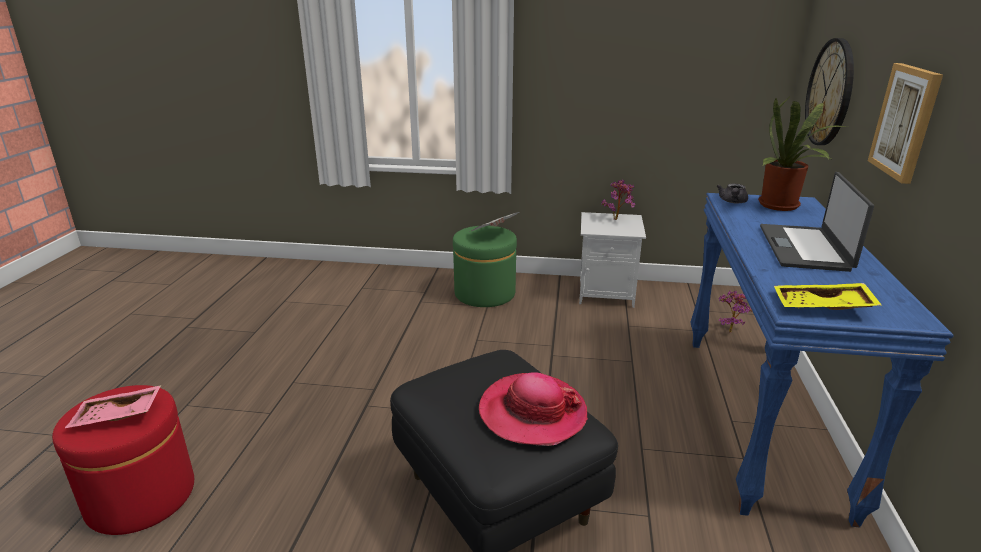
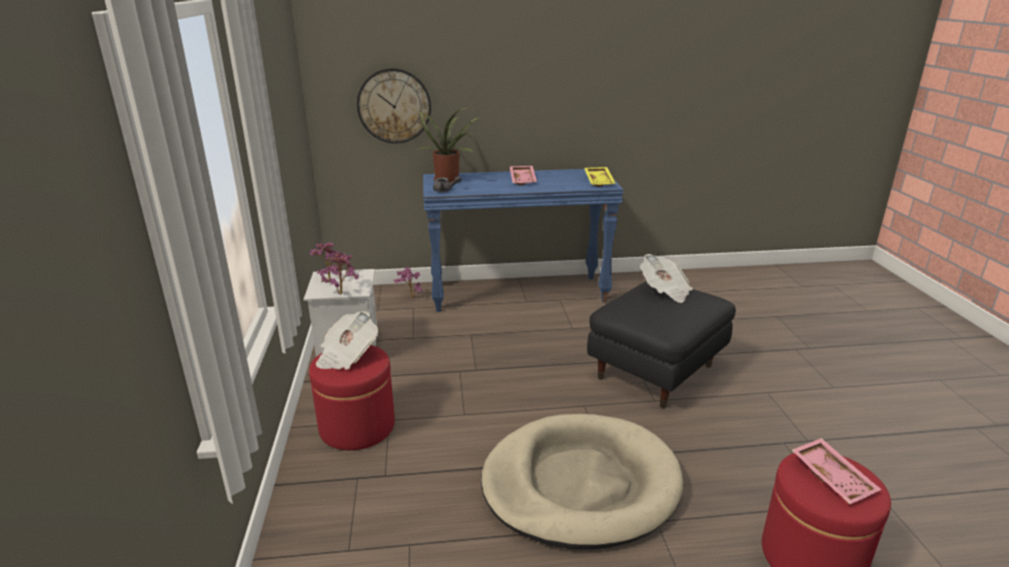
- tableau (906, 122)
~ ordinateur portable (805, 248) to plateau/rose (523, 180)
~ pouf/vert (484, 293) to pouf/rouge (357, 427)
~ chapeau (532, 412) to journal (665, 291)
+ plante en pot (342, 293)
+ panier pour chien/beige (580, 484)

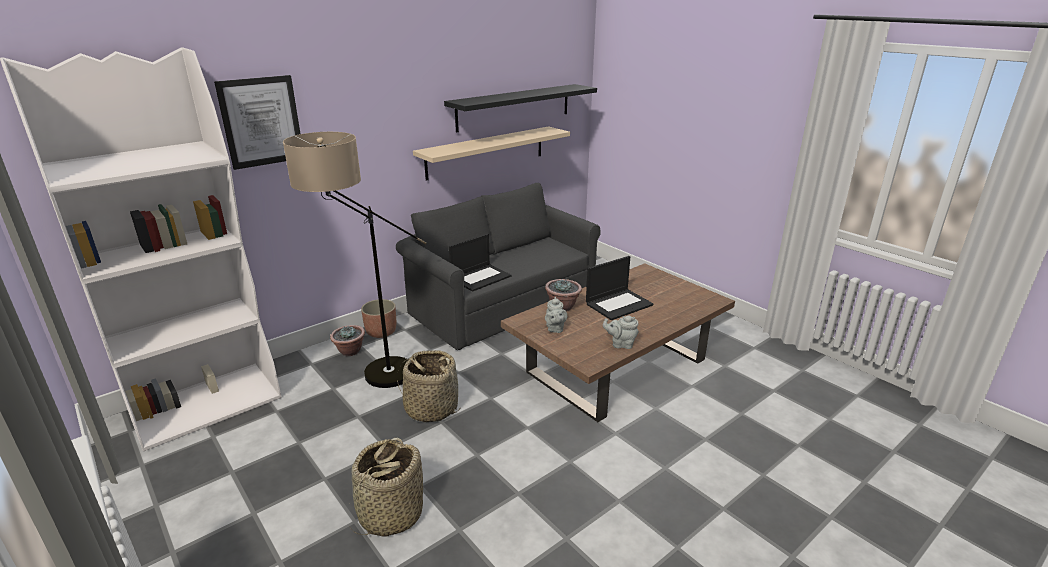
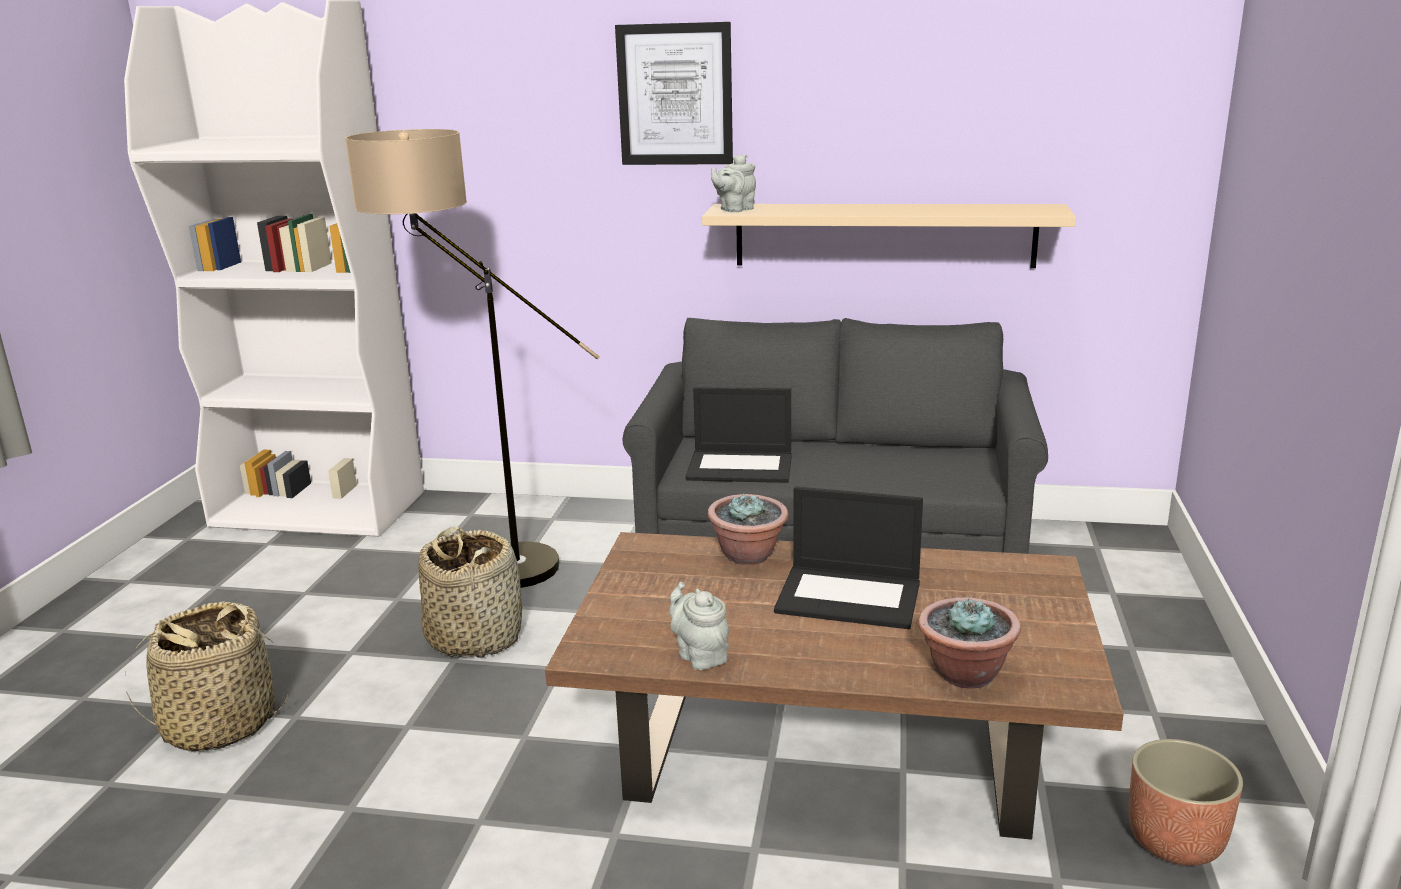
~ tableau (261, 121) to (675, 95)
- étagère/noir (514, 107)
~ théière/gris (555, 329) to (734, 210)
~ cache-pot (381, 332) to (1175, 841)
~ plante en pot (350, 351) to (965, 674)

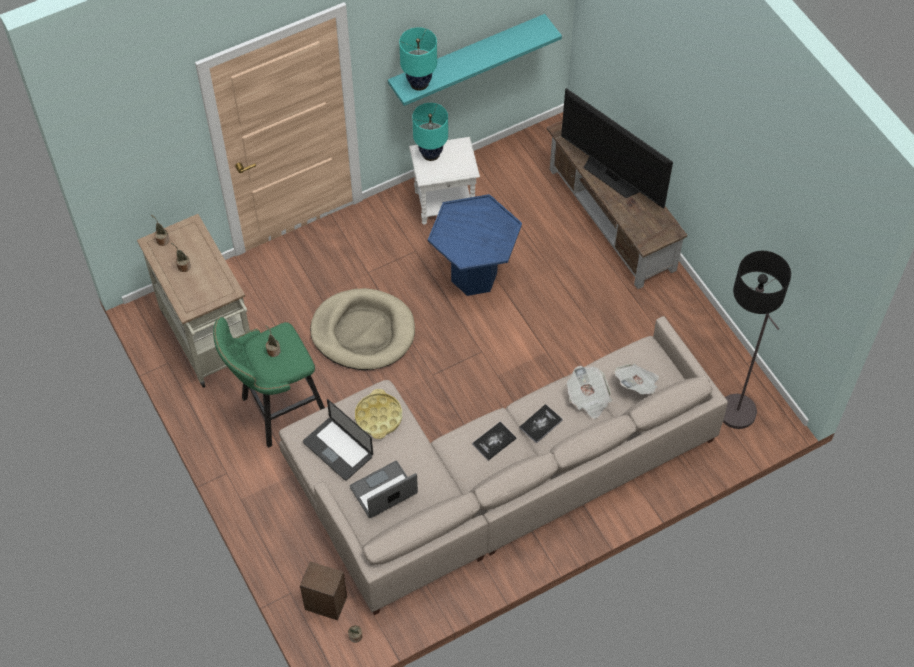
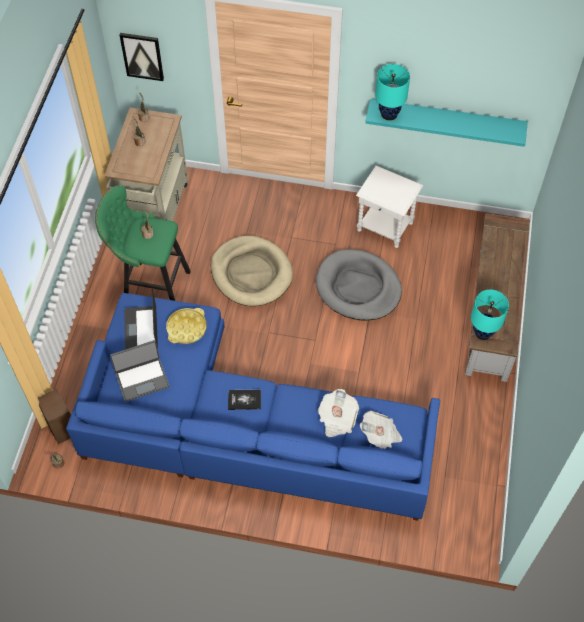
- téléviseur (612, 176)
~ lampe de table/turquoise (431, 154) to (482, 332)
~ table d'appoint/bleu (474, 277) to panier pour chien/gris (358, 287)
- lampadaire/noir (730, 403)
~ canapé/beige (490, 477) to canapé/bleu (240, 427)
- livre (540, 424)
~ ordinateur portable (384, 492) = (142, 379) 150 degrees clockwise
+ tableau (142, 56)

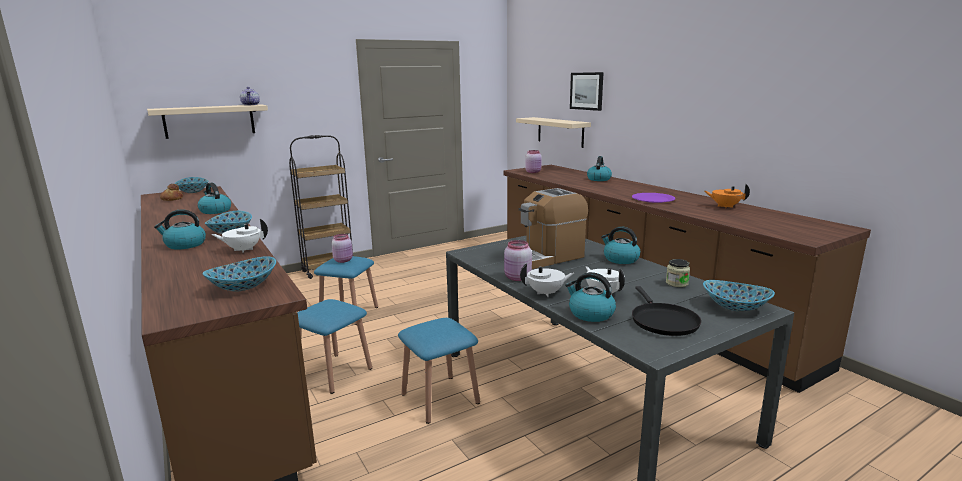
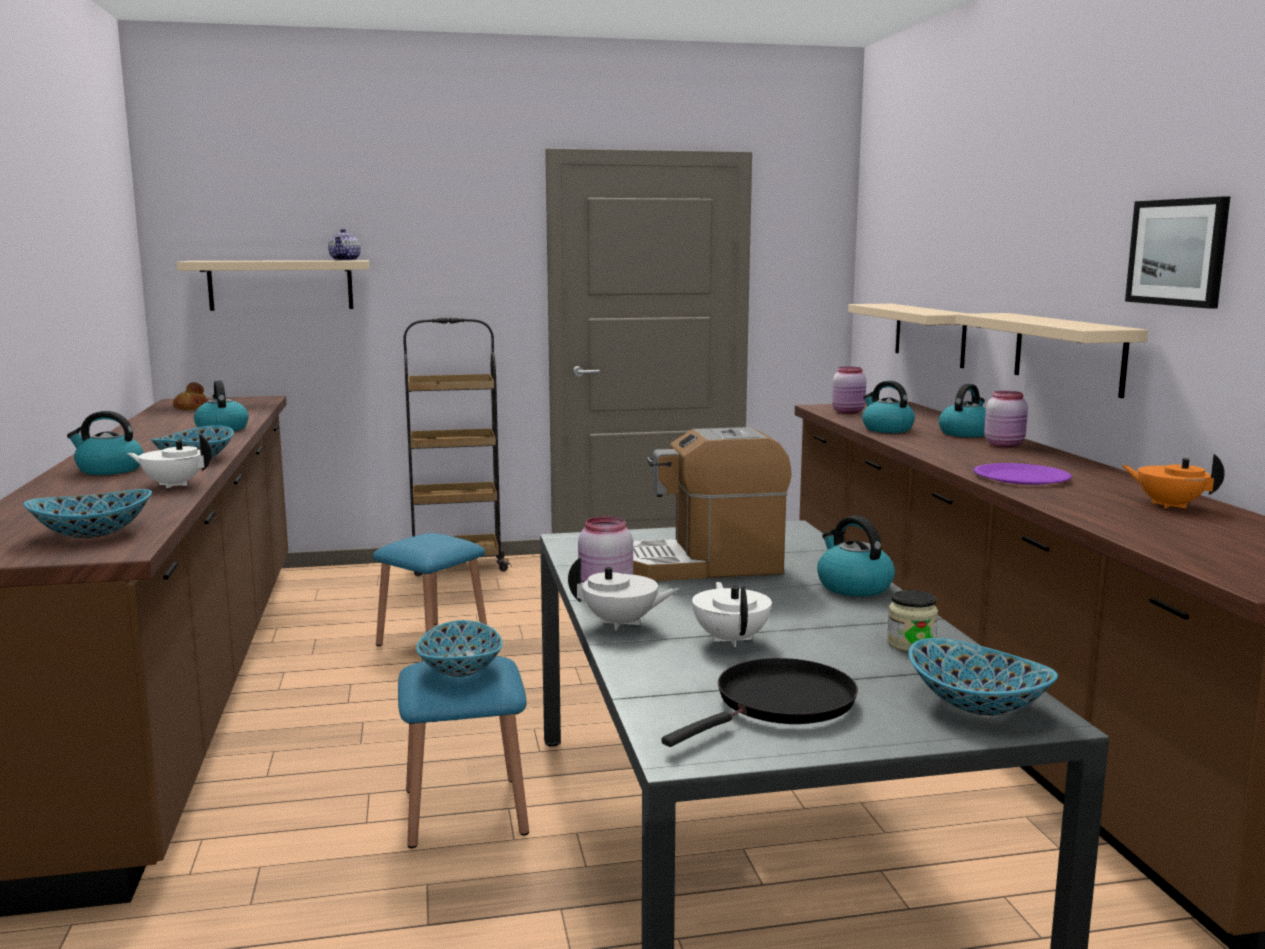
~ tableau (587, 91) to (1178, 252)
~ bol (193, 191) to (461, 669)
~ bocal/rose (344, 260) to (1005, 445)
~ bouilloire (590, 314) to (886, 429)
~ poêle/noir (662, 321) = (779, 704) 150 degrees counterclockwise
- tabouret/bleu (334, 372)
+ étagère/beige (1068, 353)

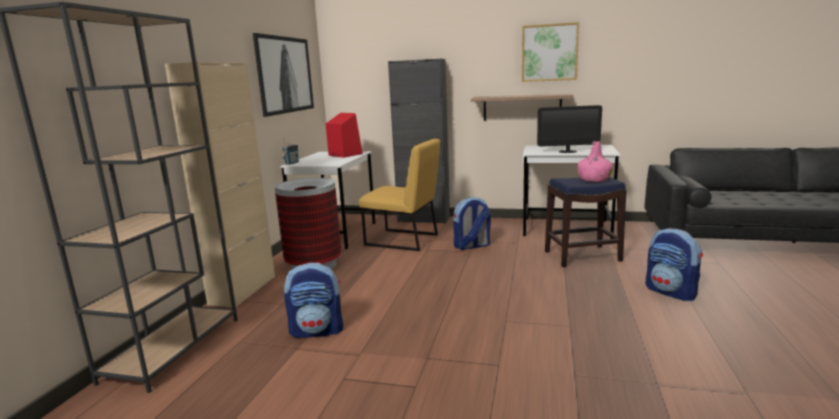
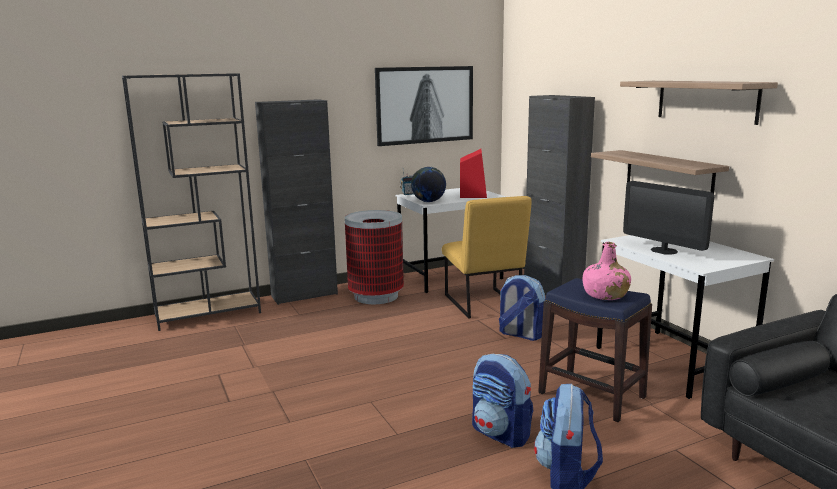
~ tableau (549, 53) to étagère (706, 101)
~ meuble de rangement/beige (243, 290) to meuble de rangement/noir (304, 295)
~ sac à dos (317, 330) to (501, 433)
+ globe (428, 202)

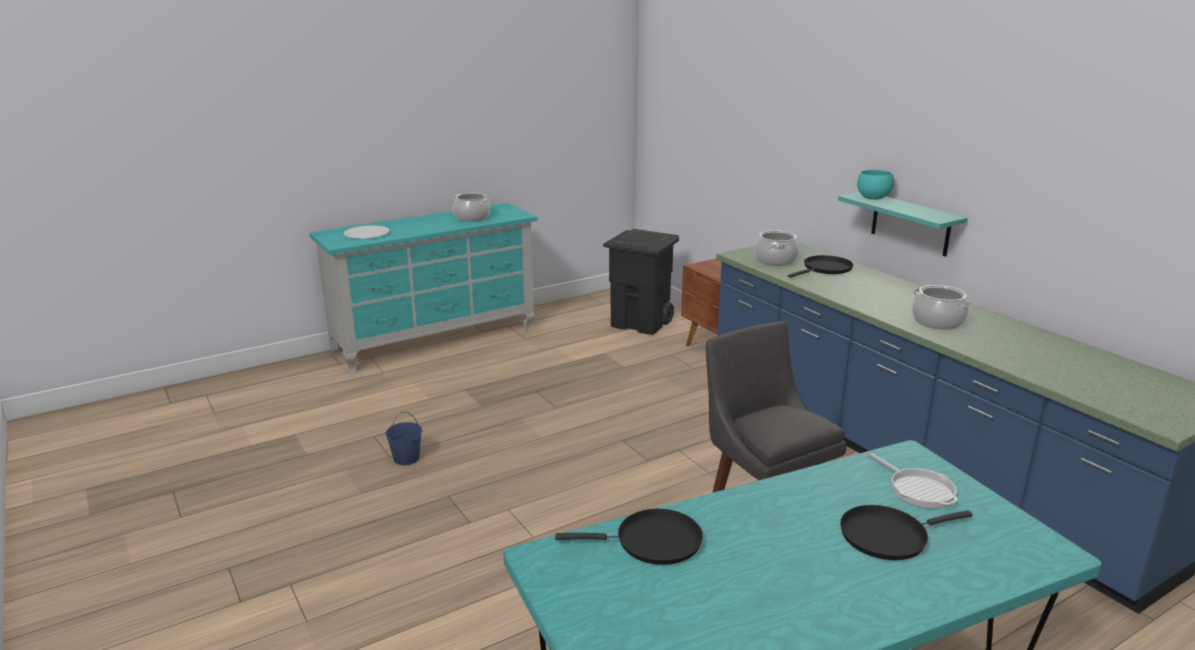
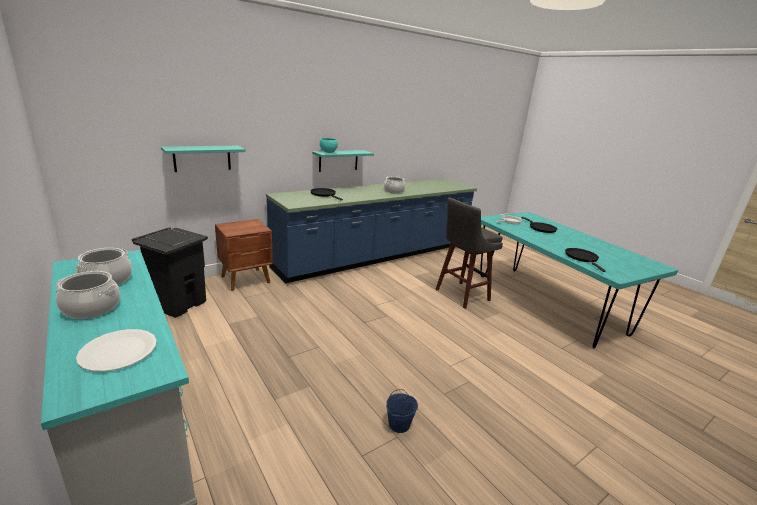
~ marmite (776, 260) to (92, 308)
+ étagère/turquoise (202, 158)

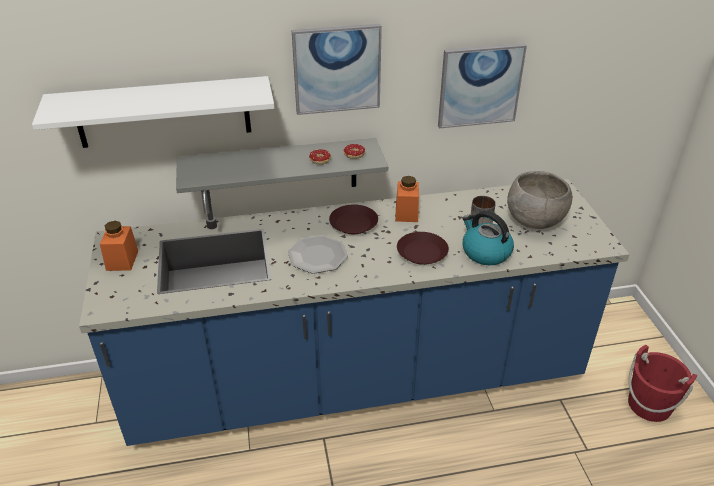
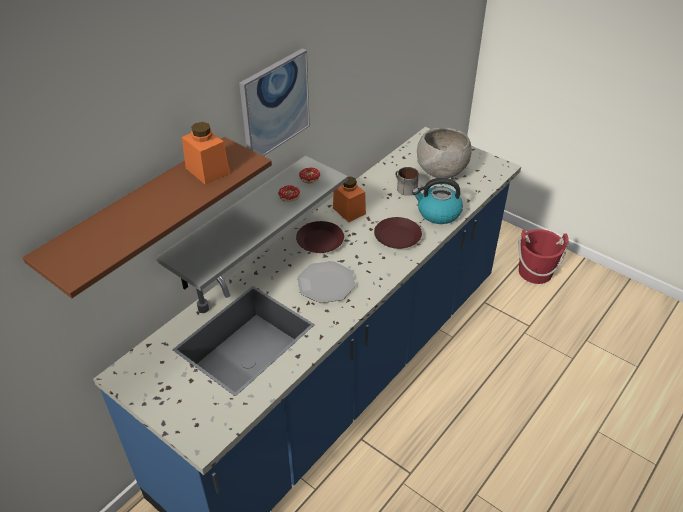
- tableau (479, 85)
~ étagère/blanc (163, 112) to étagère/marron (140, 217)
~ bocal/orange (122, 260) to (207, 170)

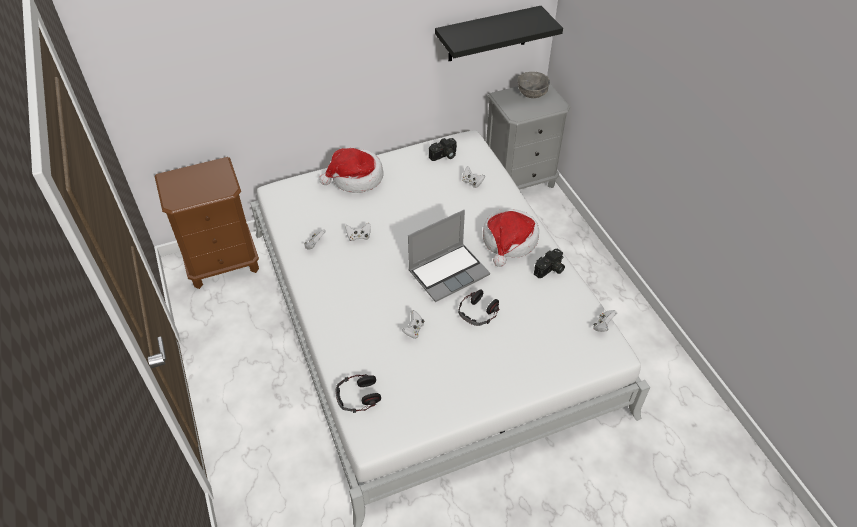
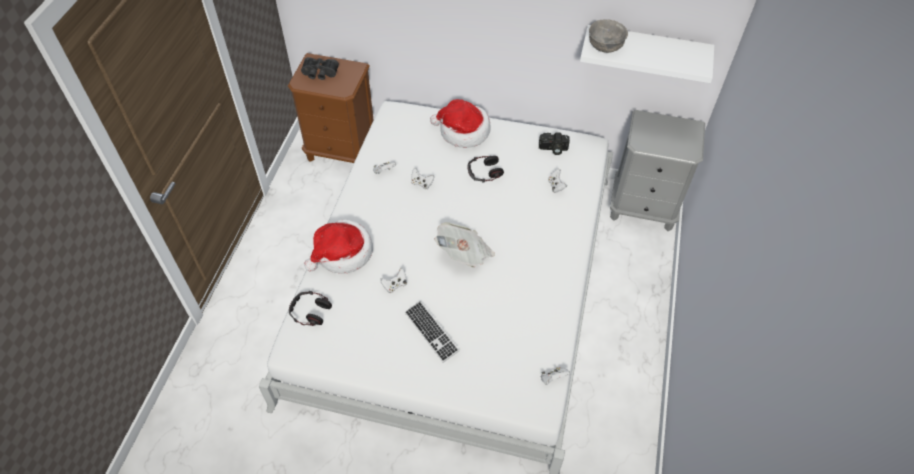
~ étagère/noir (487, 34) to étagère/blanc (645, 51)
~ bol/gris (532, 93) to (605, 46)
~ chapeau (509, 241) to (342, 253)
~ ordinateur portable (449, 272) to journal (464, 254)
- appareil photo (550, 270)
~ casque audio (478, 312) to (484, 172)
+ jumelles/noir (319, 74)
+ clavier (431, 332)

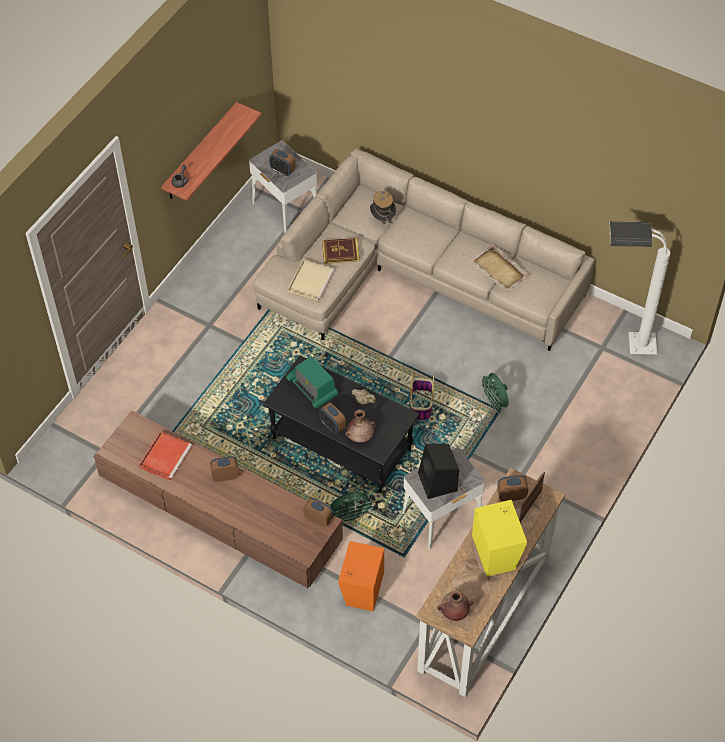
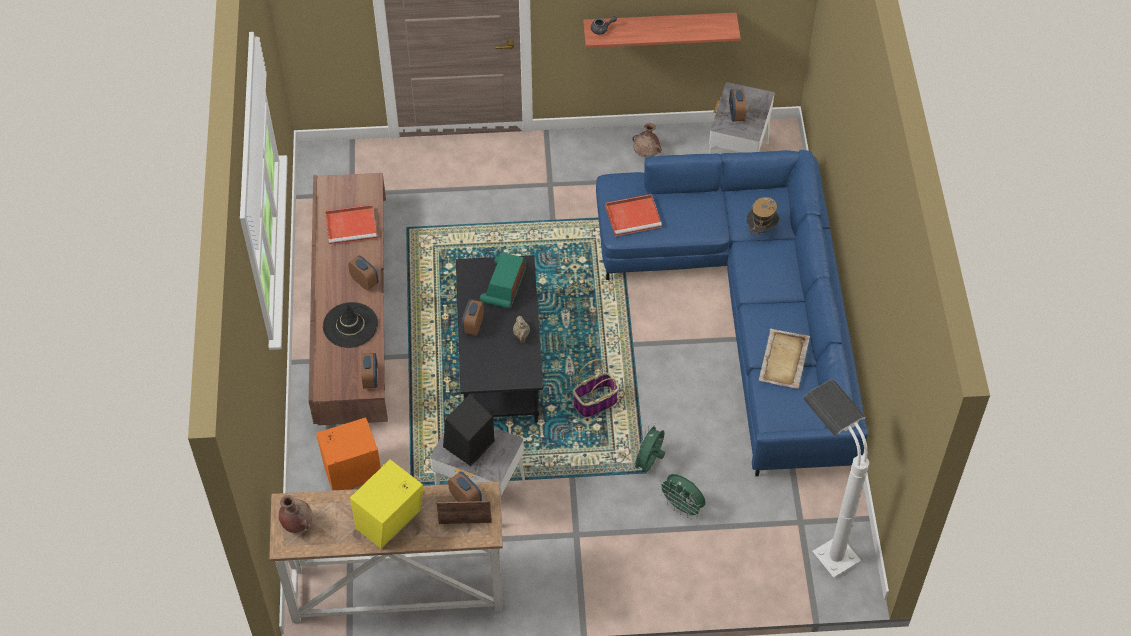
~ canapé/beige (414, 276) to canapé/bleu (748, 309)
- livre (340, 252)
~ plateau/beige (311, 281) to plateau/rouge (634, 216)
~ vase/marron (361, 437) to (646, 153)
~ ventilateur/vert (350, 517) to (682, 507)
+ chapeau/noir (350, 325)

